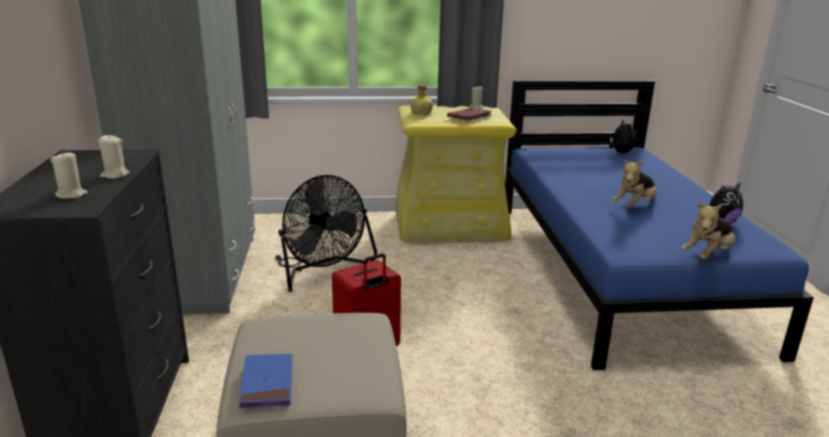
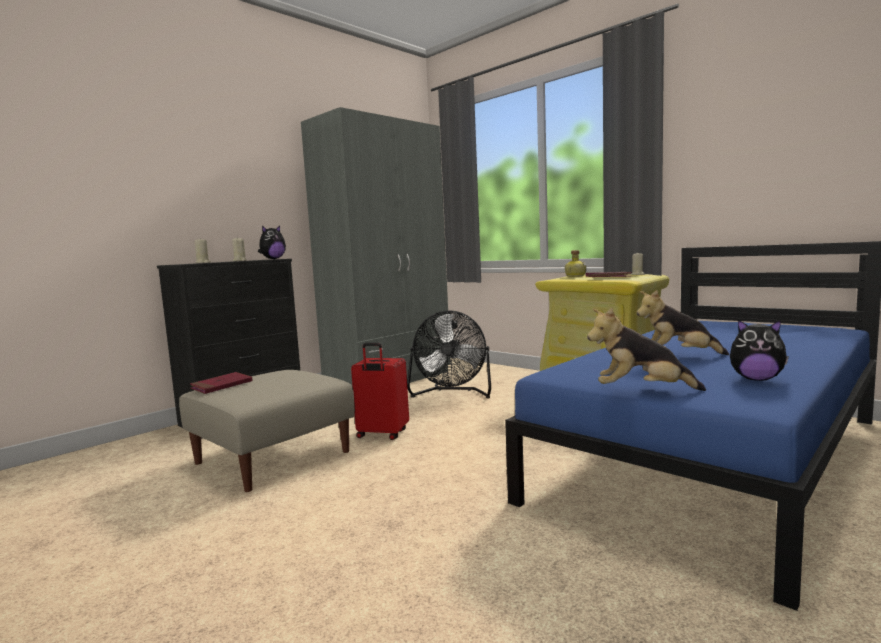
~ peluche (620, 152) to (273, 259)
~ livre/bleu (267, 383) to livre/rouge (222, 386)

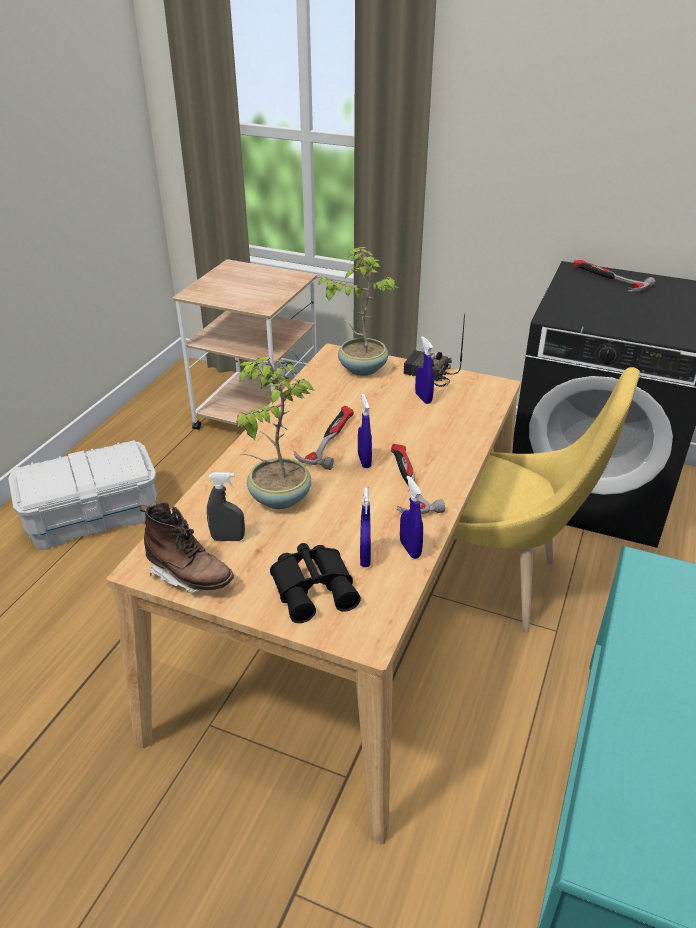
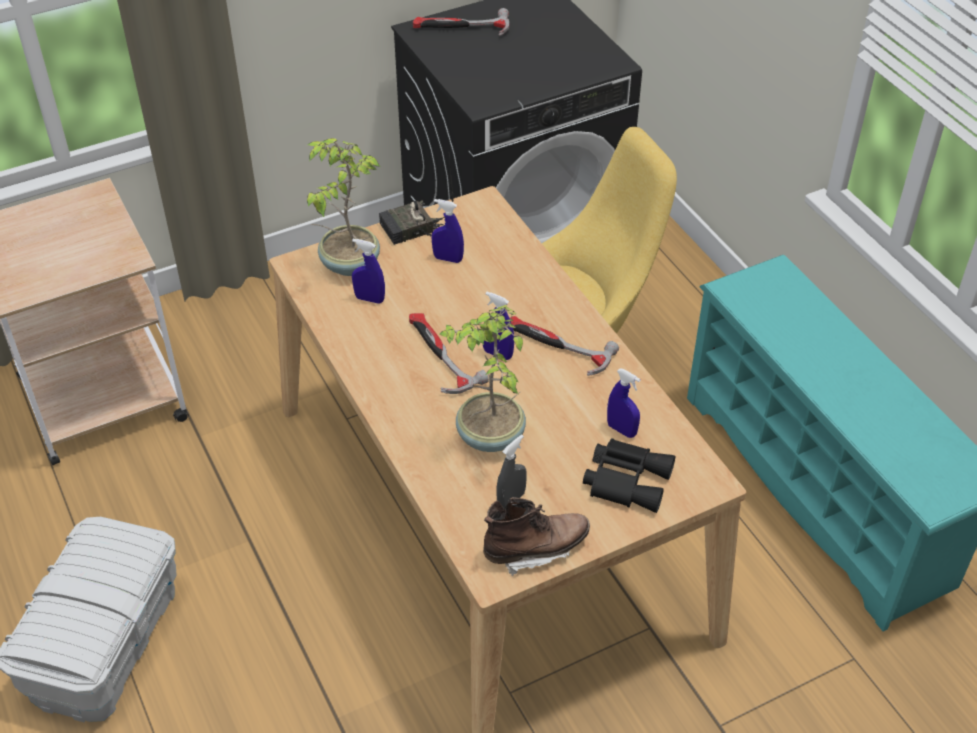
~ vaporisateur/bleu (410, 549) to (369, 299)

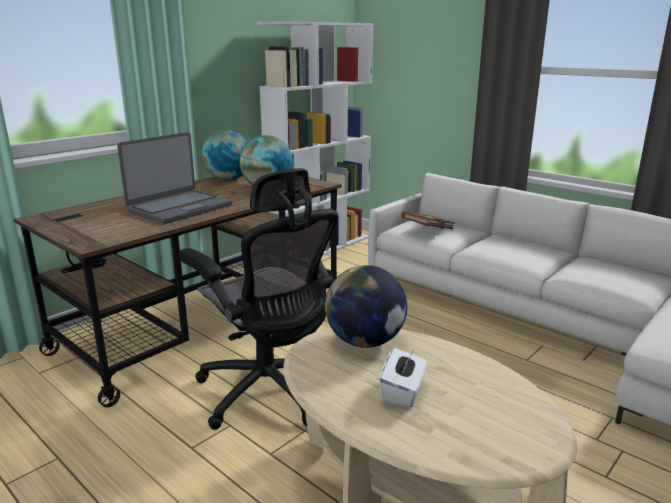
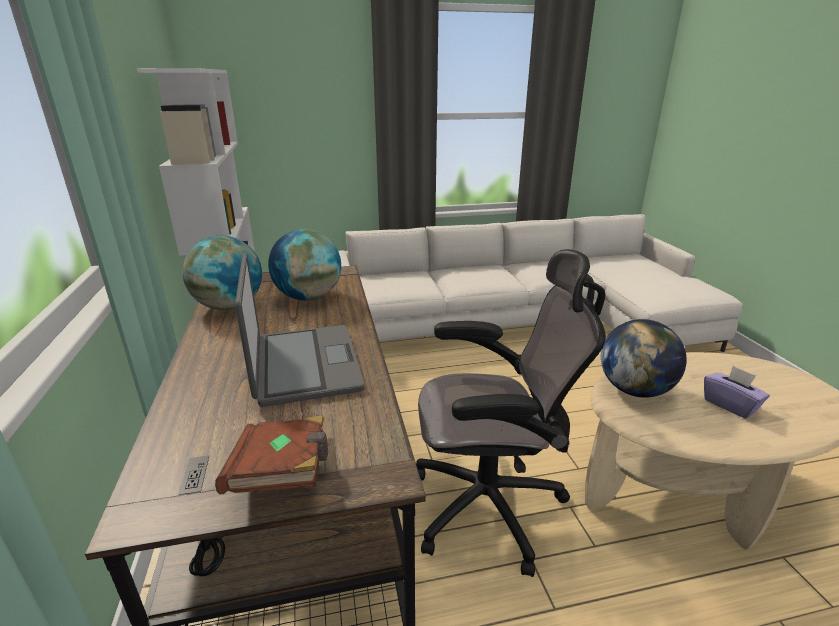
~ livre/marron (428, 230) to (284, 472)
~ boîte à mouchoirs/blanc (403, 392) to boîte à mouchoirs/violet (730, 405)

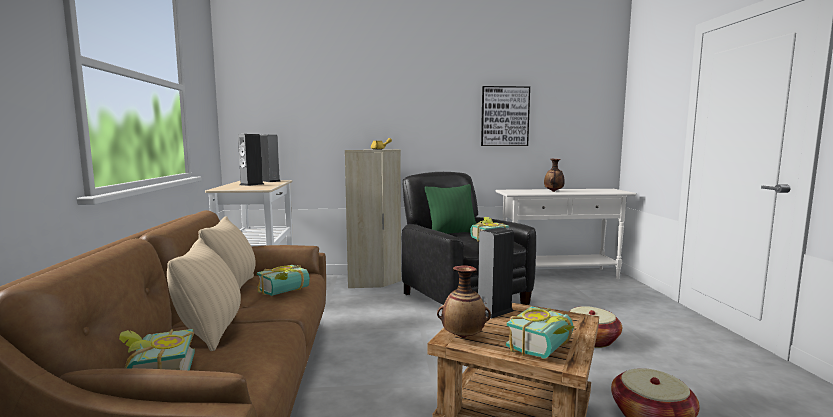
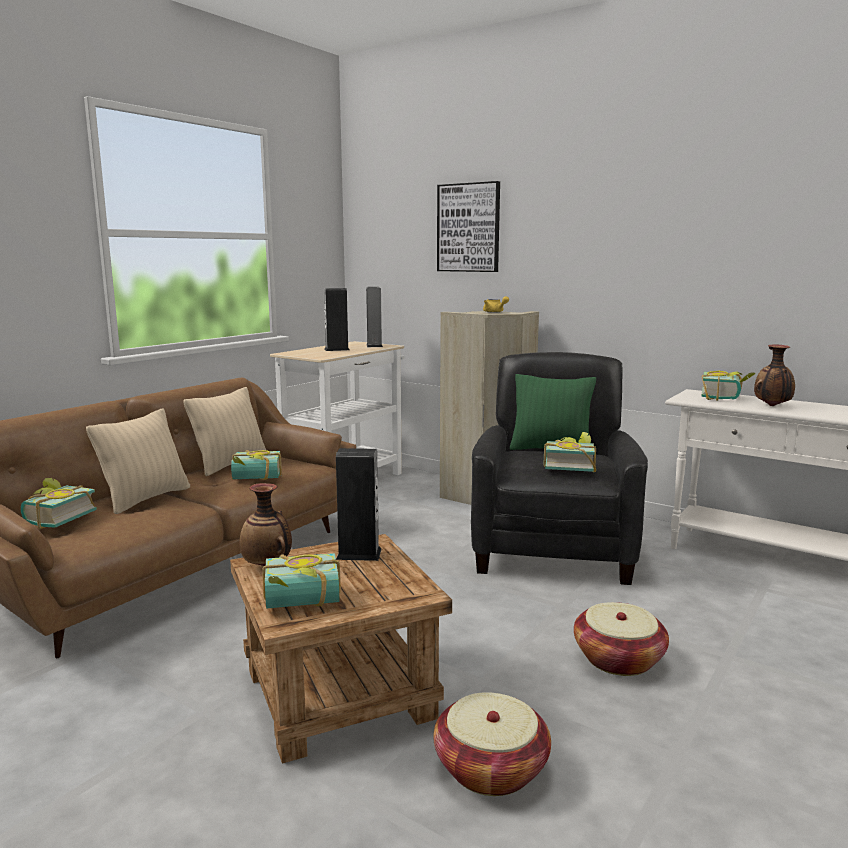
~ tableau (504, 116) to (468, 228)
+ livre (725, 397)

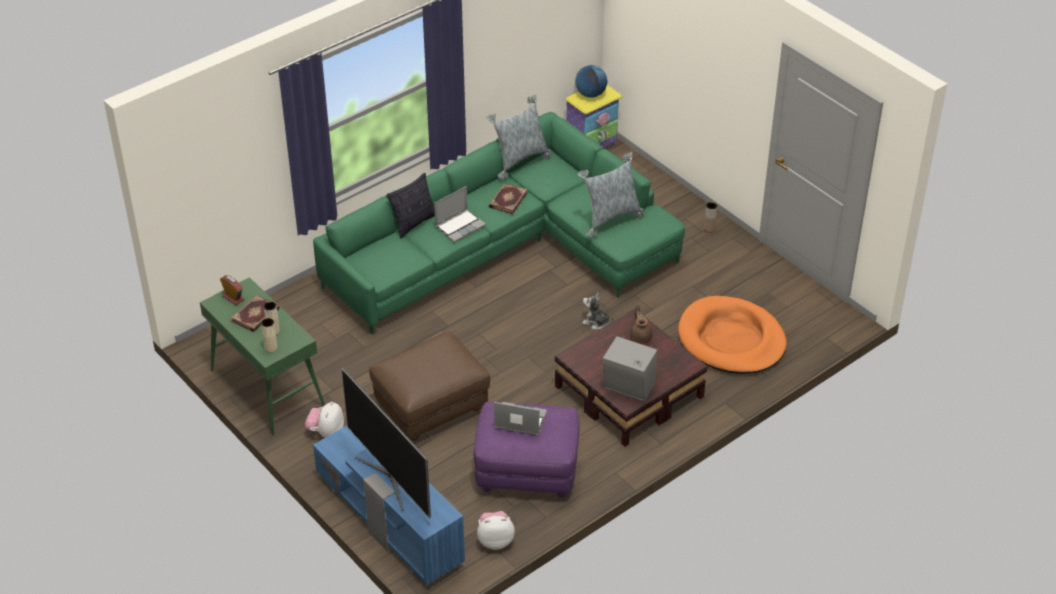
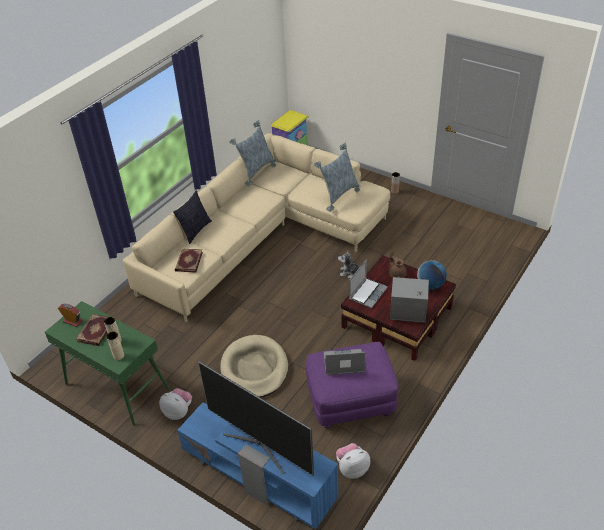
~ globe (590, 94) to (430, 285)
~ canapé/vert (504, 249) to canapé/beige (261, 237)
~ livre (507, 200) to (188, 261)
~ ordinateur portable (460, 226) to (367, 293)
- panier pour chien/orange (731, 340)
~ pouf/marron (430, 408) to panier pour chien/beige (254, 369)
~ peluche (326, 432) = (178, 411) 120 degrees clockwise

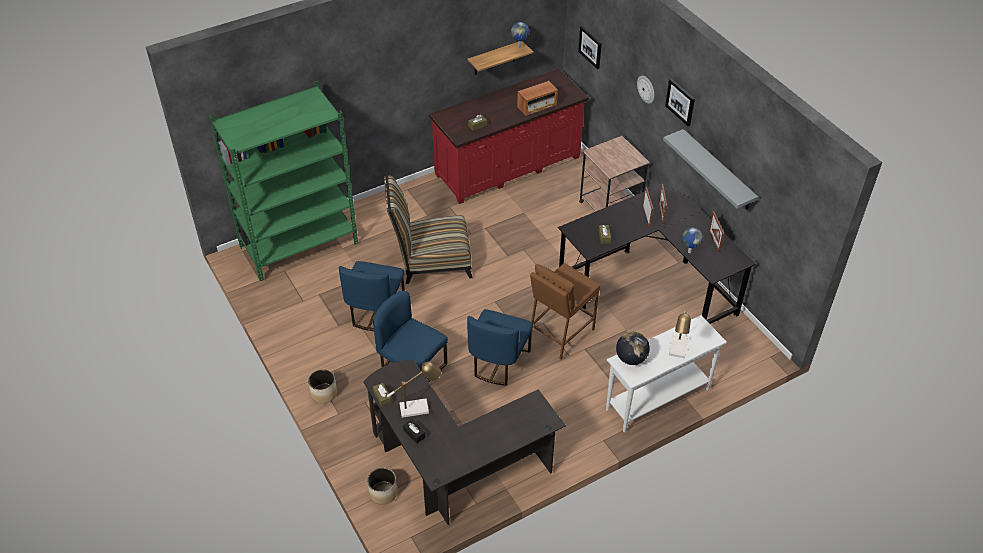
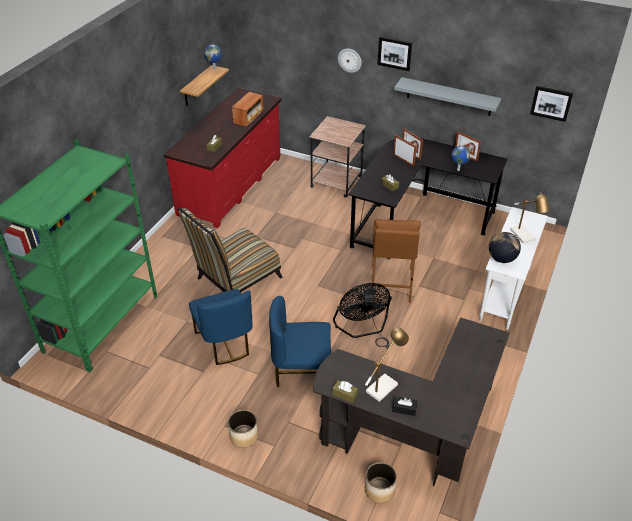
~ tableau (590, 47) to (551, 103)
~ chaise/bleu (498, 362) to ventilateur/noir (366, 329)

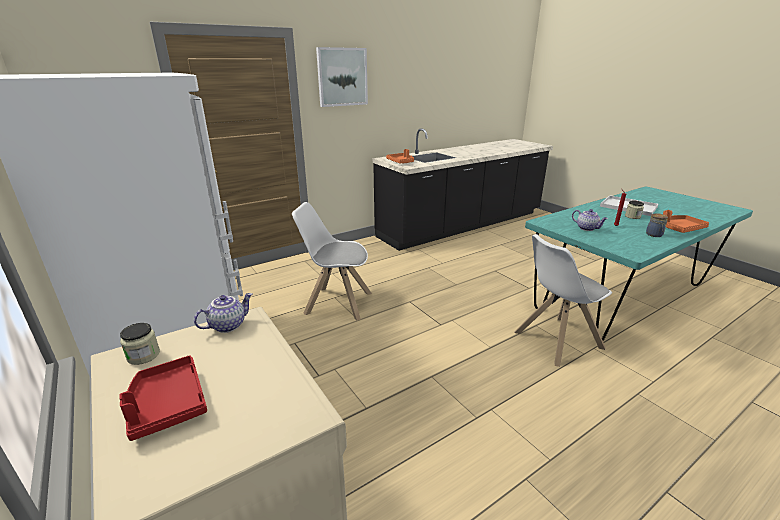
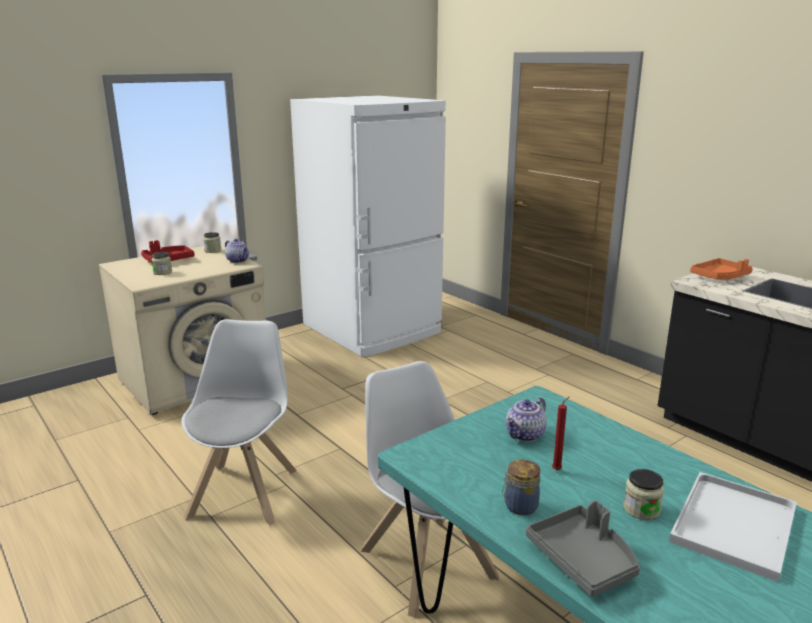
- tableau (342, 77)
~ chaise (336, 303) to (245, 490)
~ plateau/orange (679, 228) to plateau/gris (583, 560)
+ bocal (162, 272)

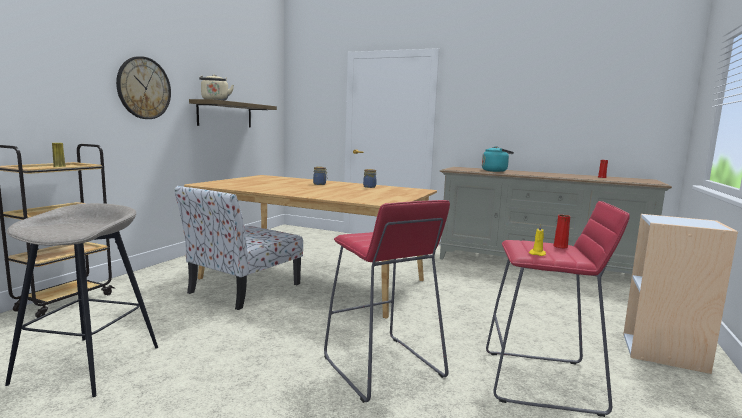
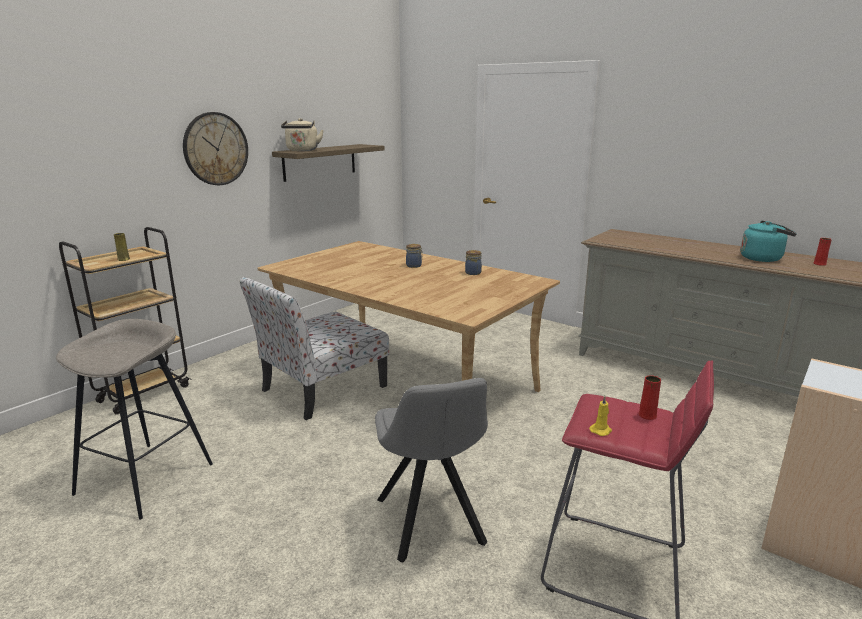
~ bouilloire/turquoise (496, 171) to (763, 258)
~ tabouret/rouge (382, 367) to chaise/gris (431, 521)

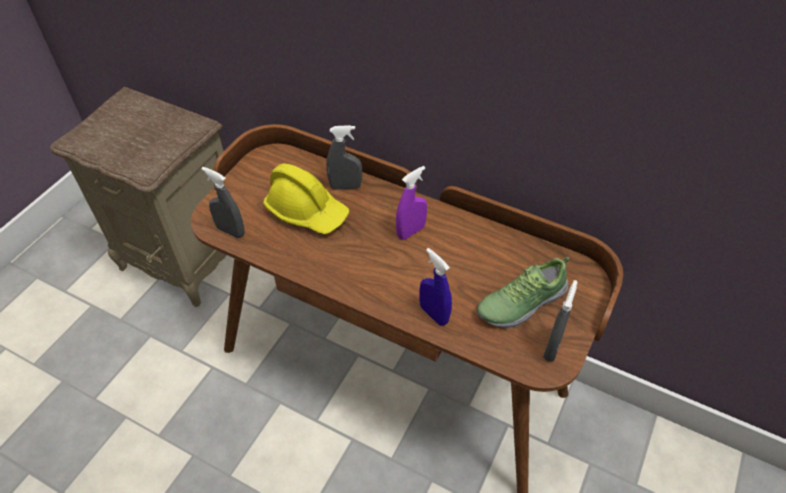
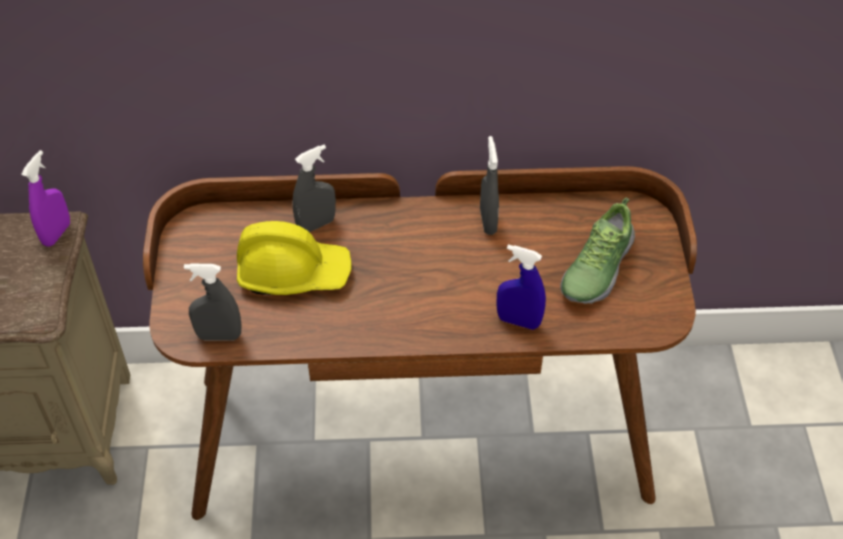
~ vaporisateur/violet (411, 231) to (57, 234)
~ vaporisateur/gris (552, 347) to (488, 221)

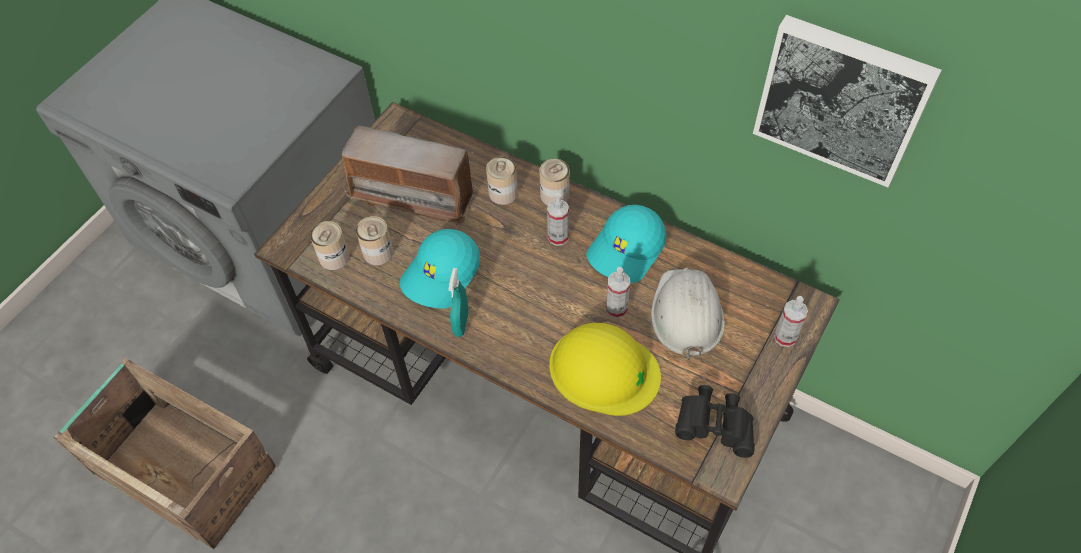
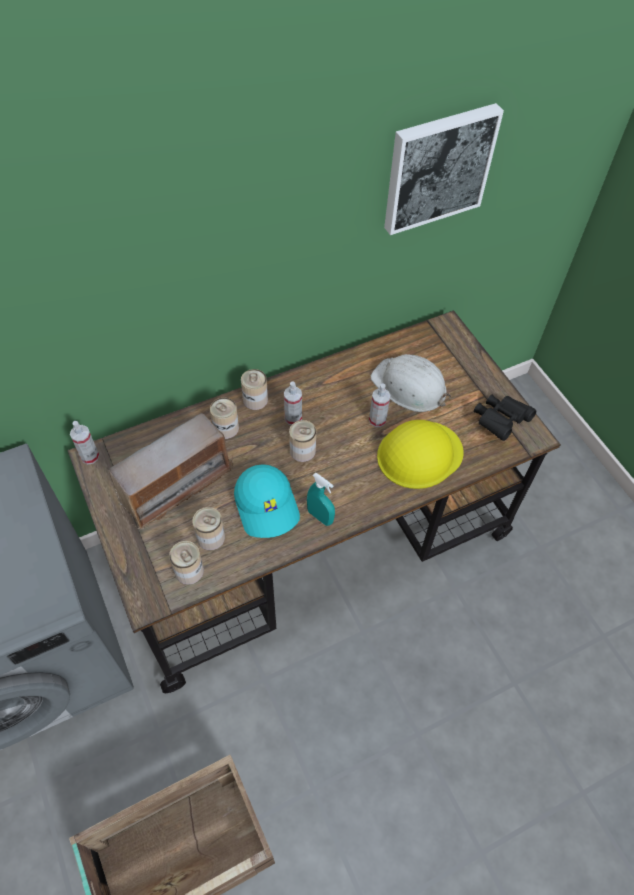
- casquette/turquoise (627, 251)
~ vaporisateur (785, 337) to (90, 456)
+ boîte métallique (302, 451)

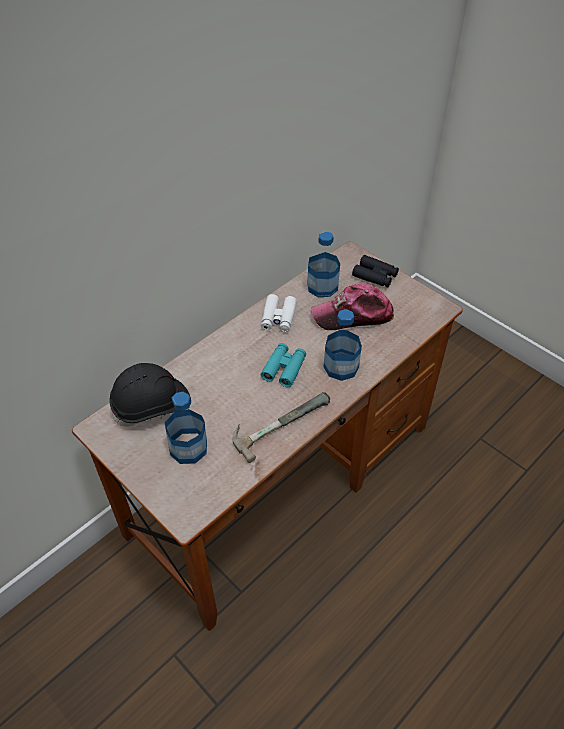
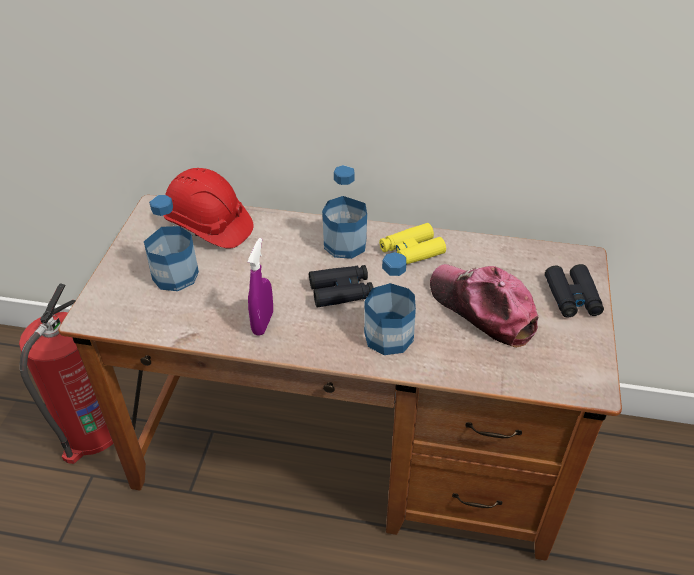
~ bouteille (322, 287) to (345, 244)
~ jumelles/blanc (278, 318) to jumelles/jaune (411, 251)
~ jumelles/turquoise (284, 368) to jumelles/noir (341, 291)
~ casque de chantier/noir (152, 406) to casque de chantier/rouge (208, 226)
~ marteau (279, 421) to vaporisateur/violet (263, 323)
+ extincteur (90, 431)

